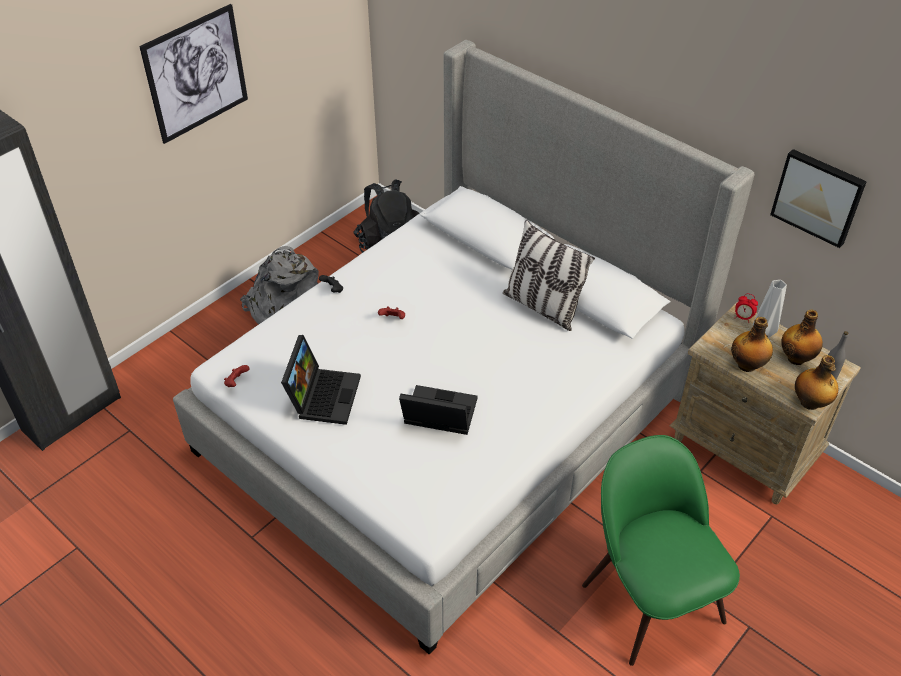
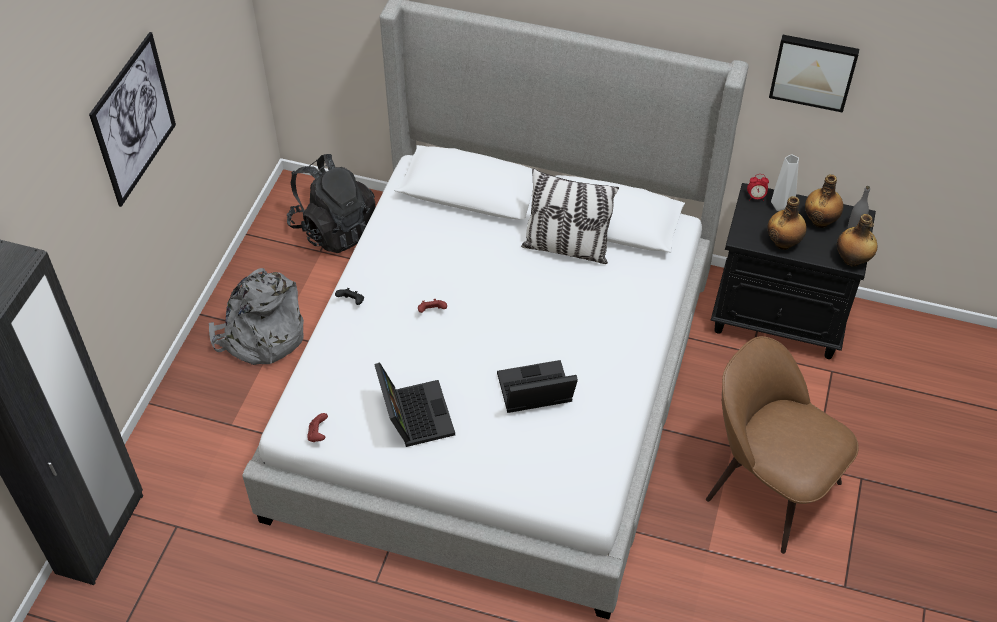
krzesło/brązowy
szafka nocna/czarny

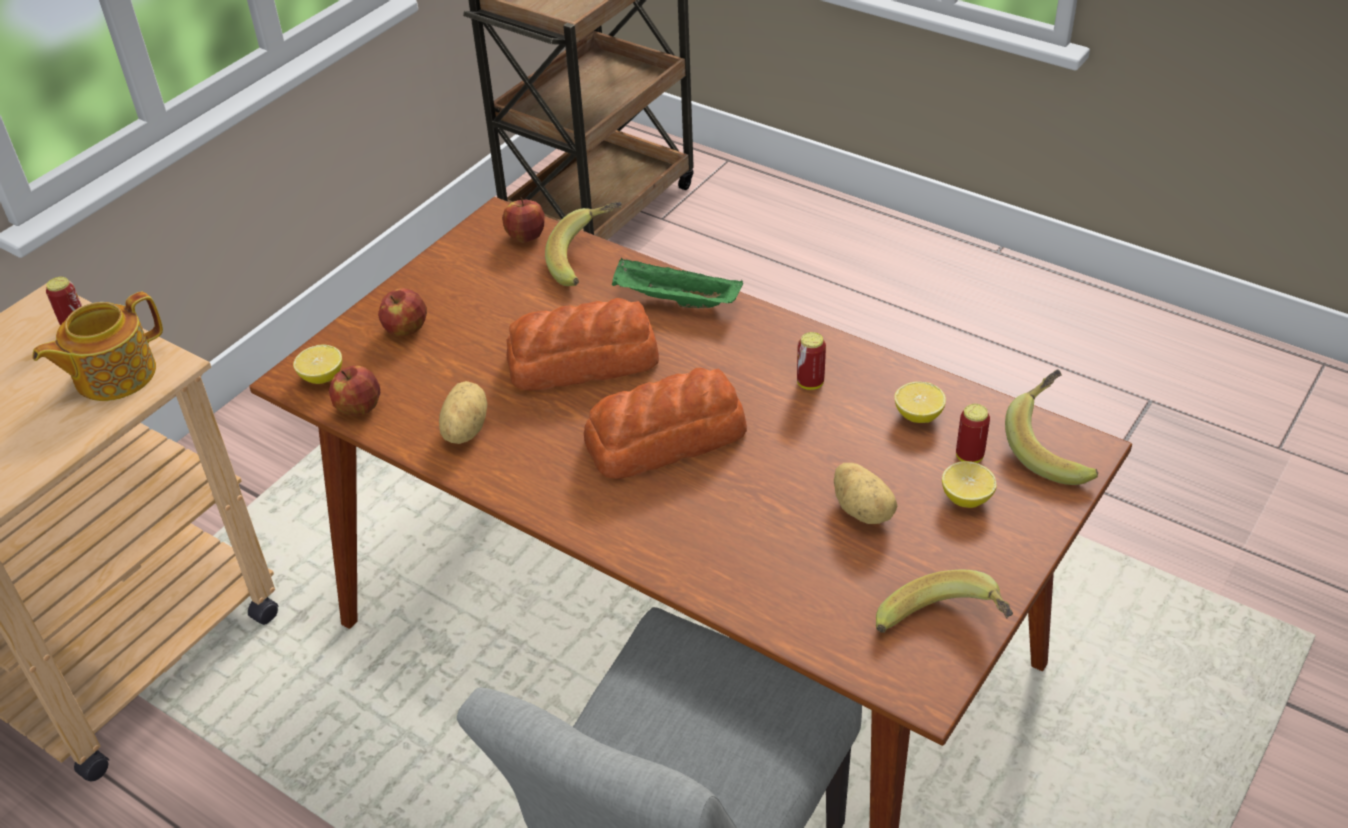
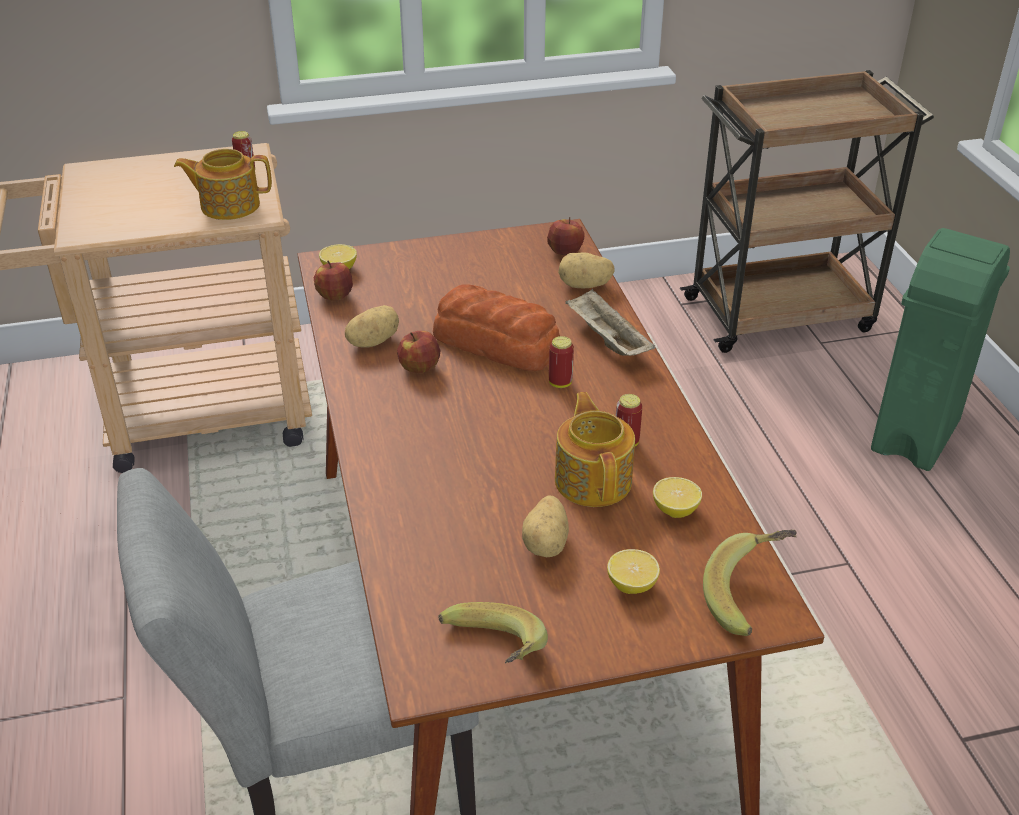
jabłko (no. 2 from left)
puszka (no. 2 from left)
imbryk (no. 2 from left)
ziemniak (no. 3 from left)
taca/beżowy
kosz na śmieci/zielony
chleb (no. 2 from left in the first image)

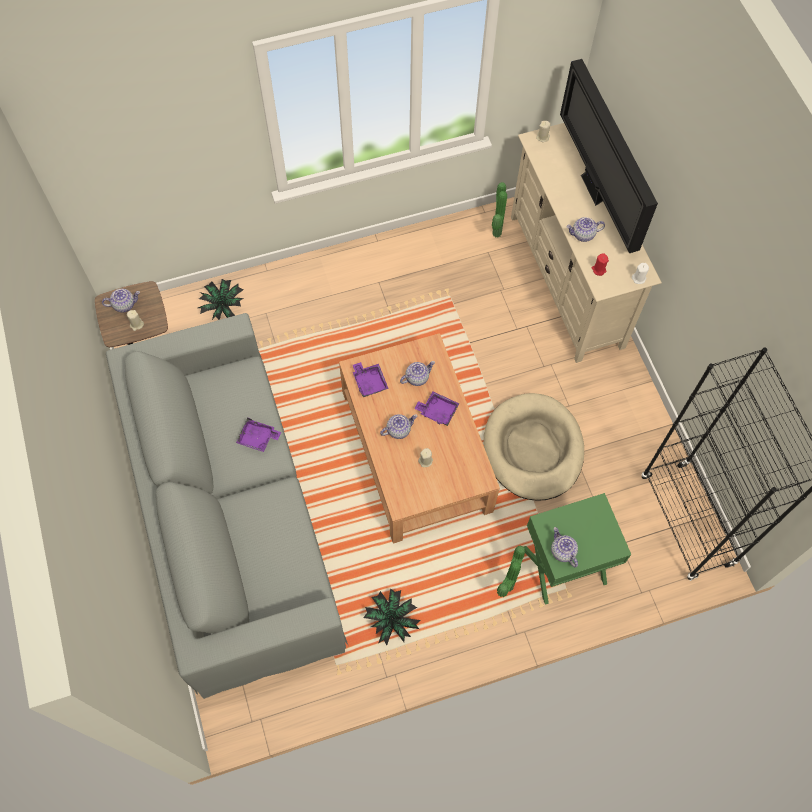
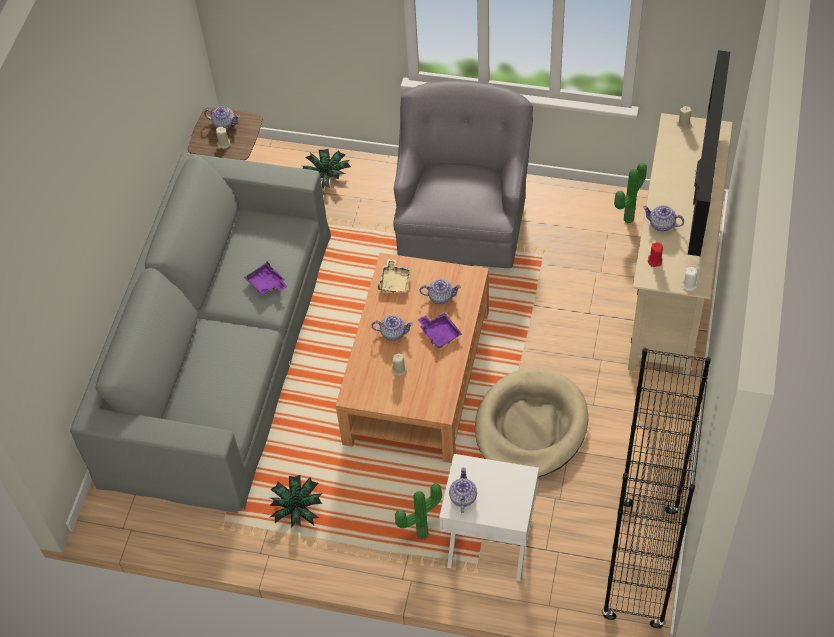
taca/beżowy
fotel/szary
szafka nocna/biały

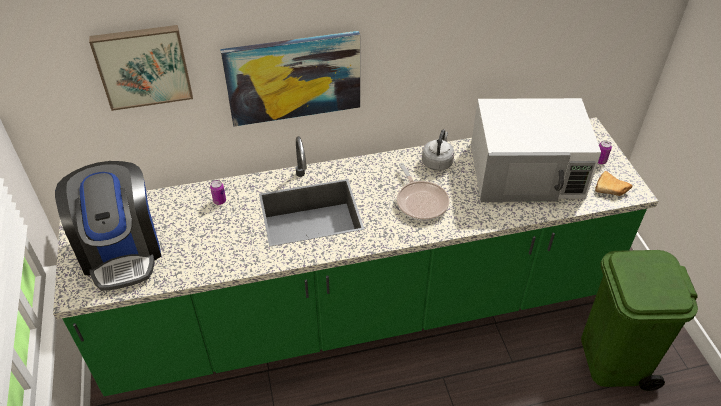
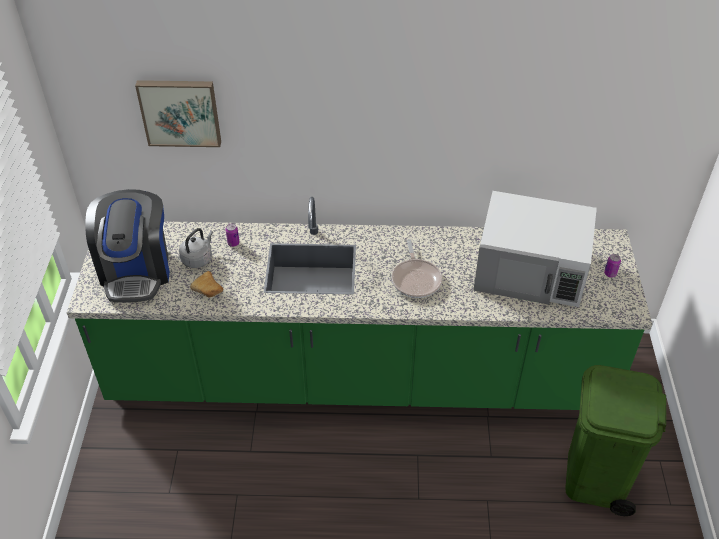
czajnik/szary
chleb
obraz (no. 2 from left in the first image)

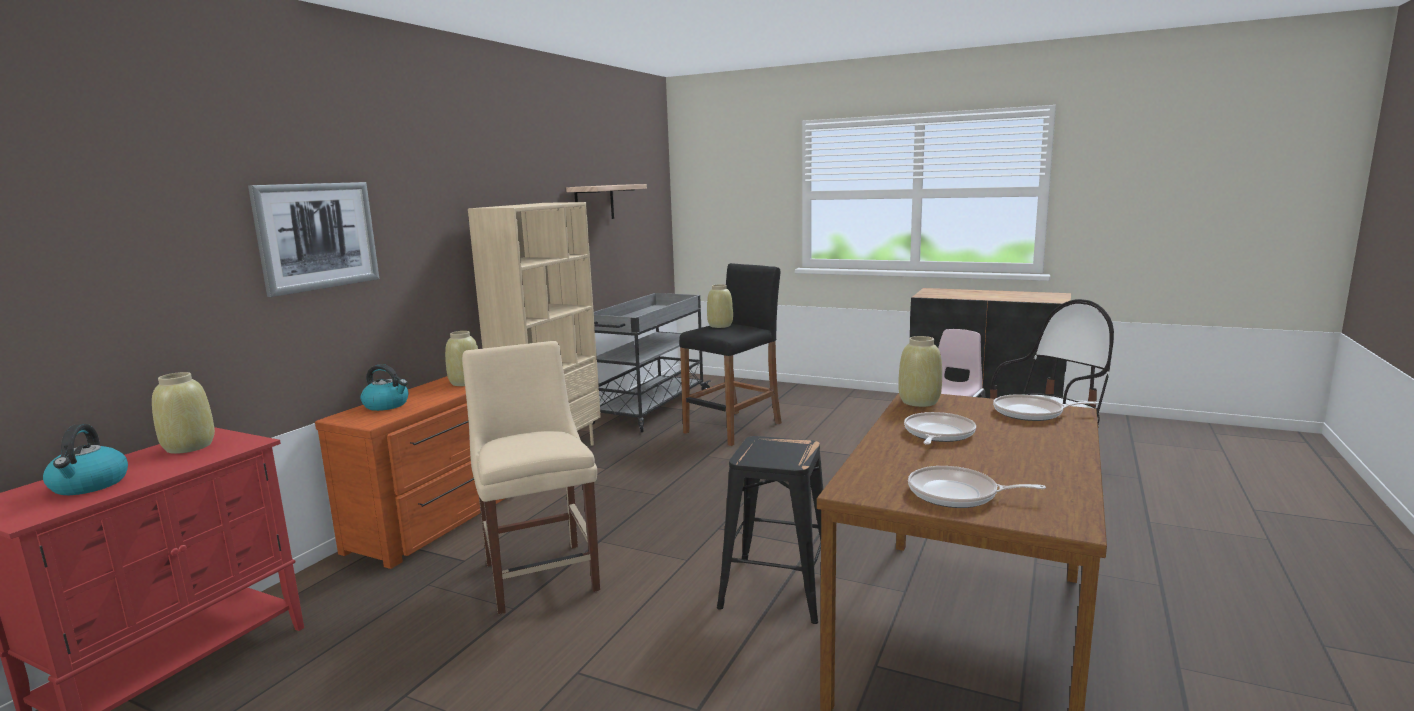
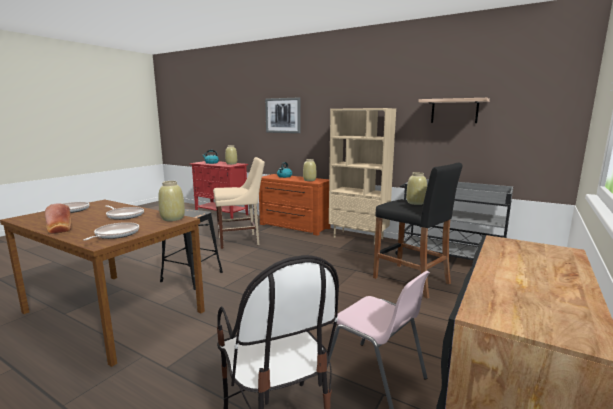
chleb

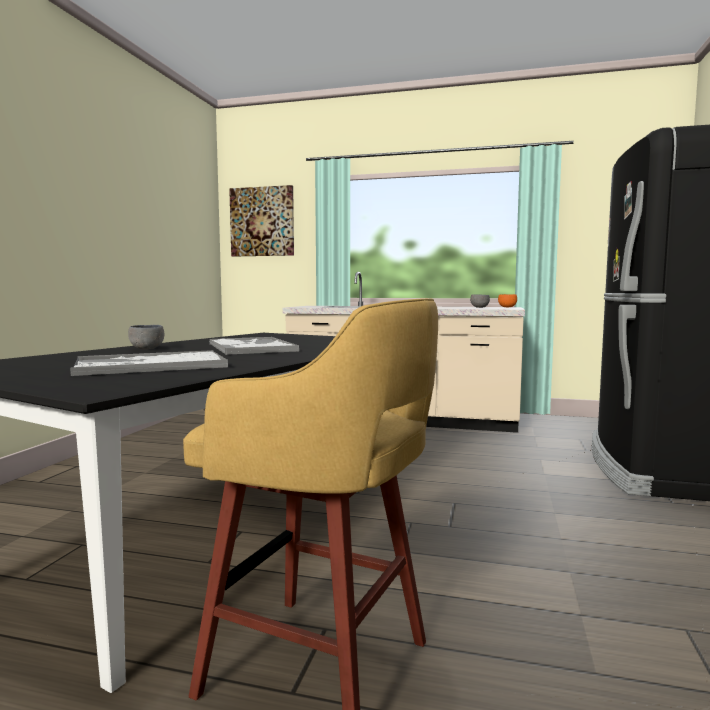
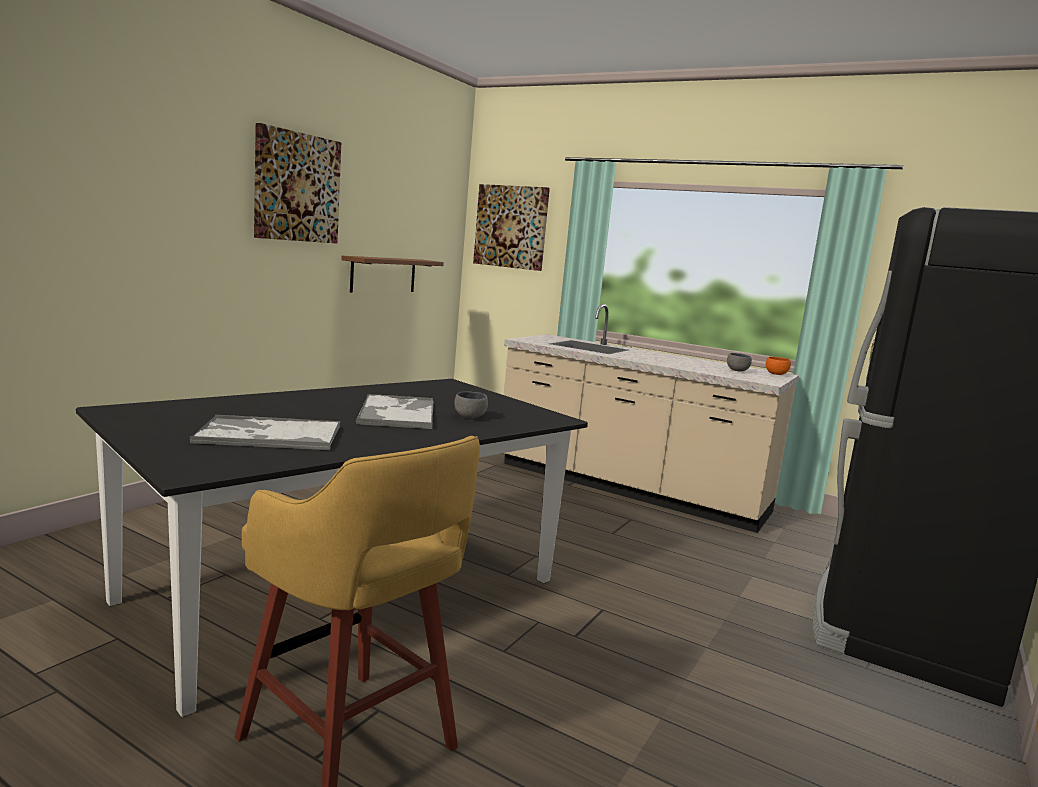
obraz (no. 1 from left)
półka/brązowy
miska/szary (no. 1 from left)

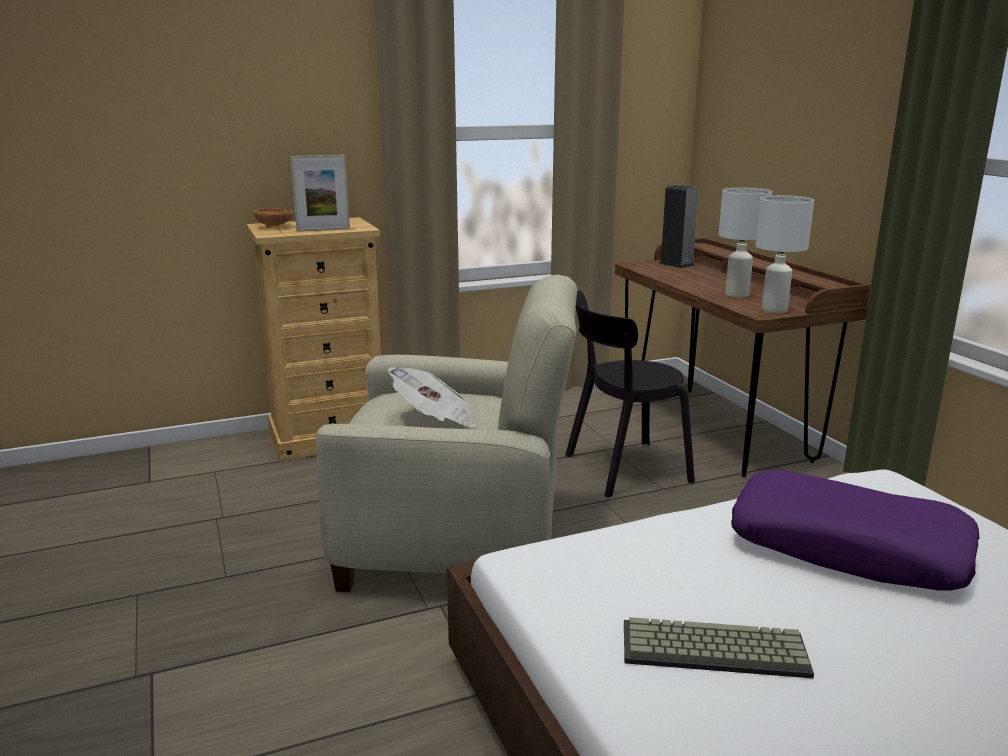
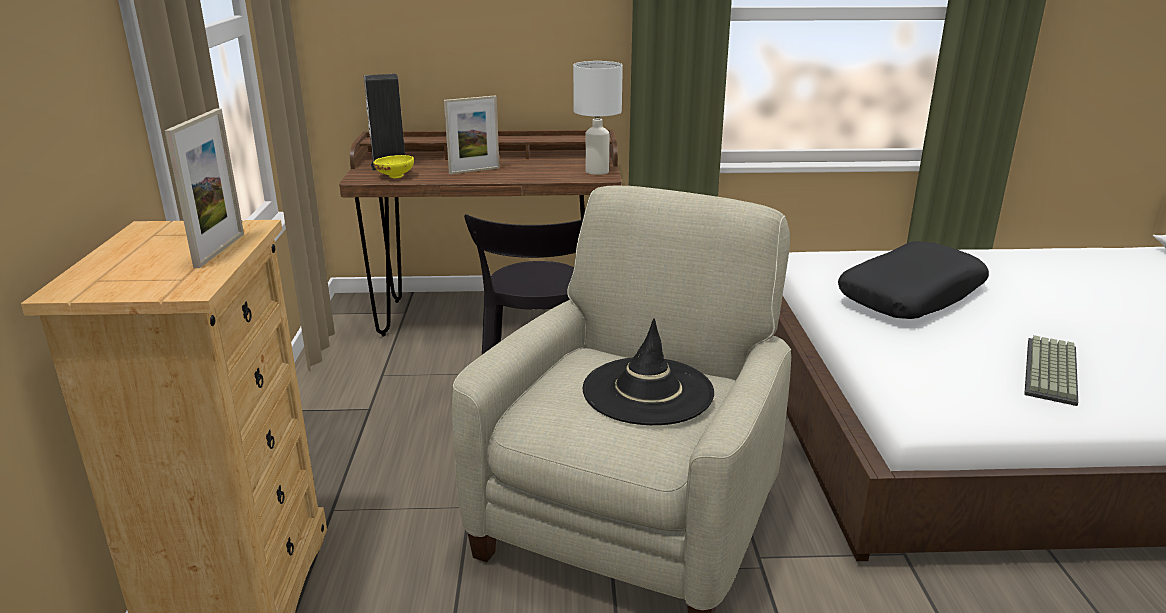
miska/żółty
ramka na zdjęcie (no. 2 from left)
kapelusz/czarny
poduszka/czarny
miska/brązowy
lampa stołowa/biały (no. 1 from left in the first image)

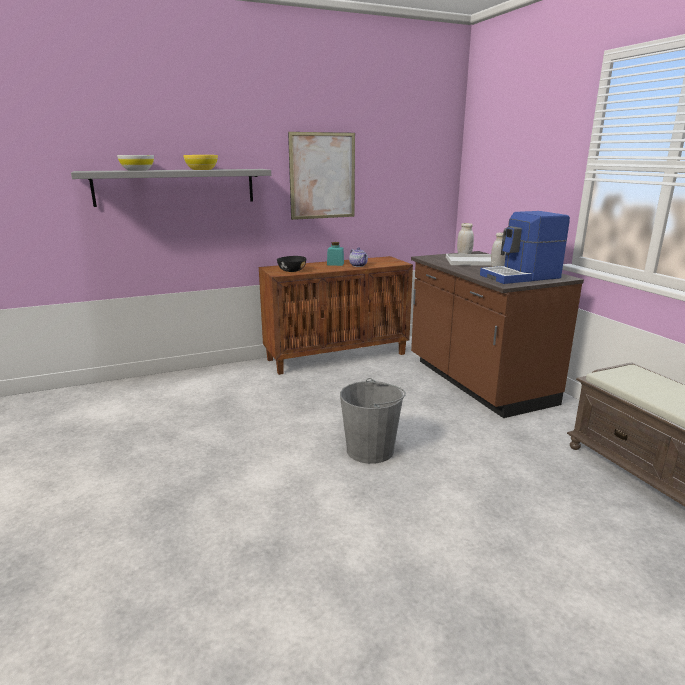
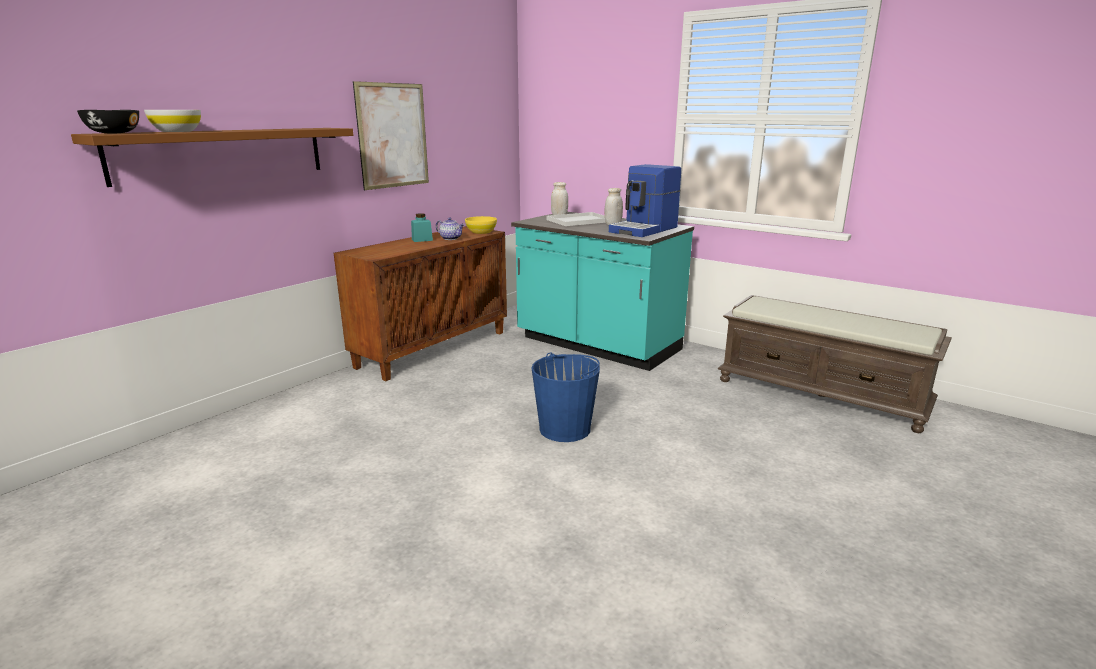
półka/brązowy
miska/czarny
miska/żółty
zabudowa kuchenna/turkusowy
wiadro/niebieski

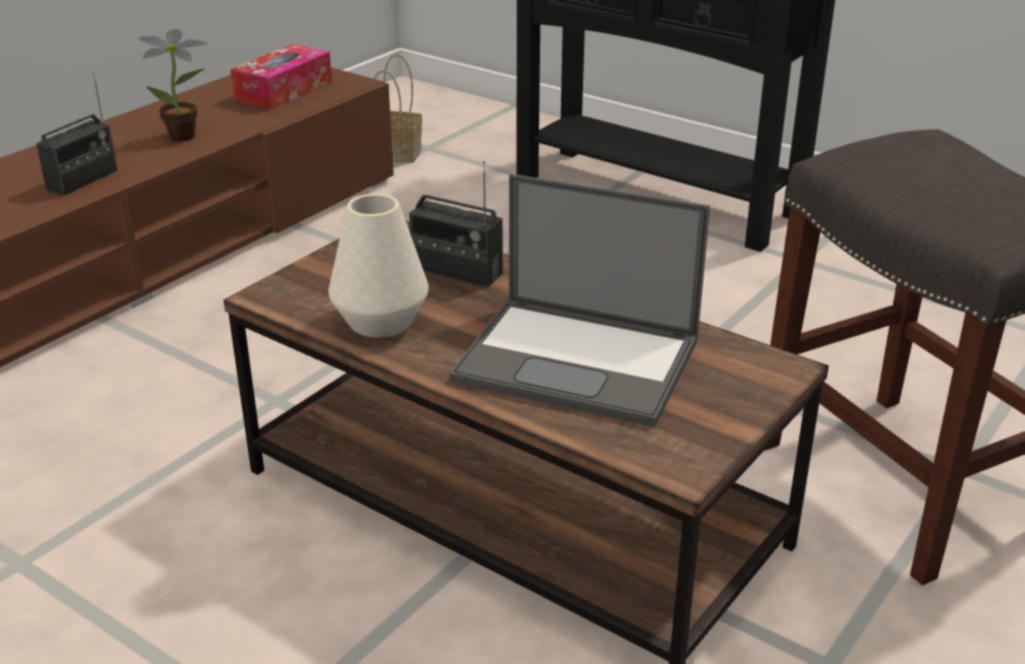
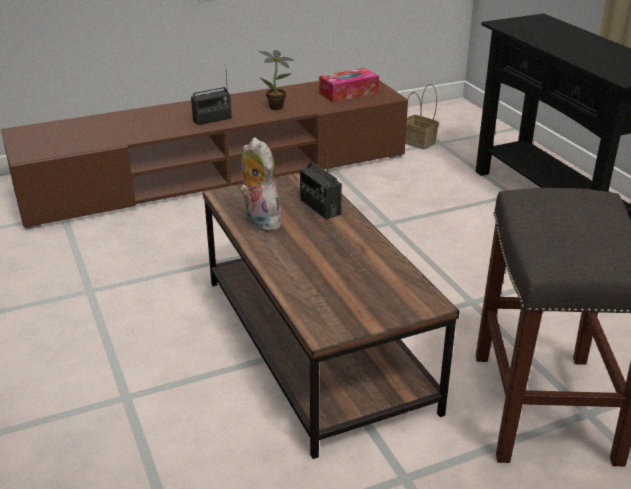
pluszak
laptop

